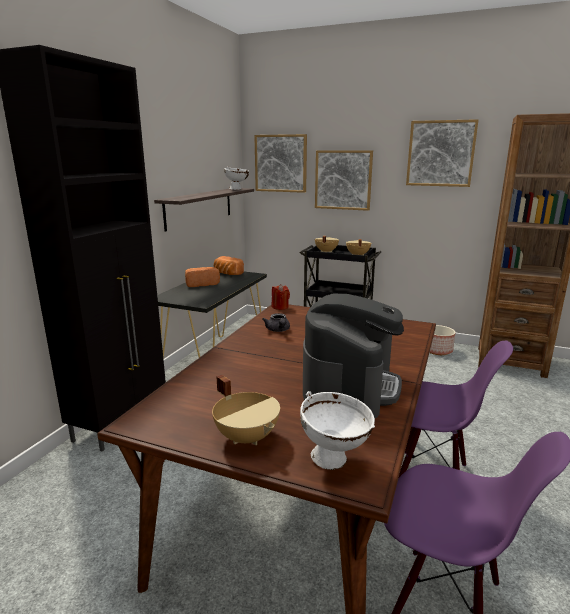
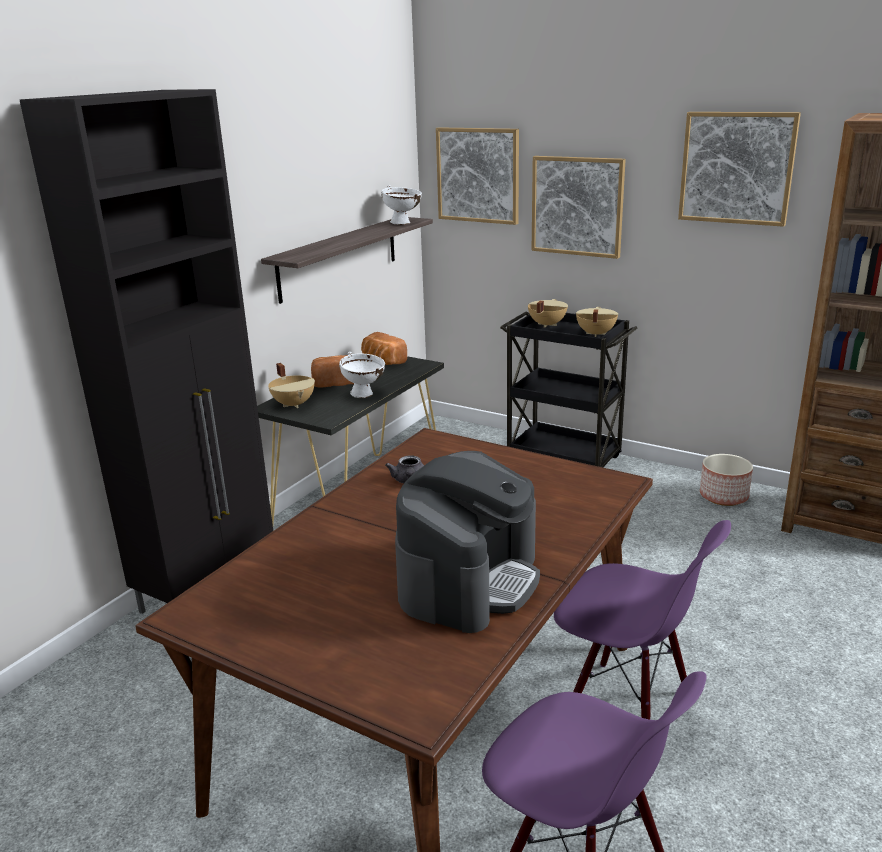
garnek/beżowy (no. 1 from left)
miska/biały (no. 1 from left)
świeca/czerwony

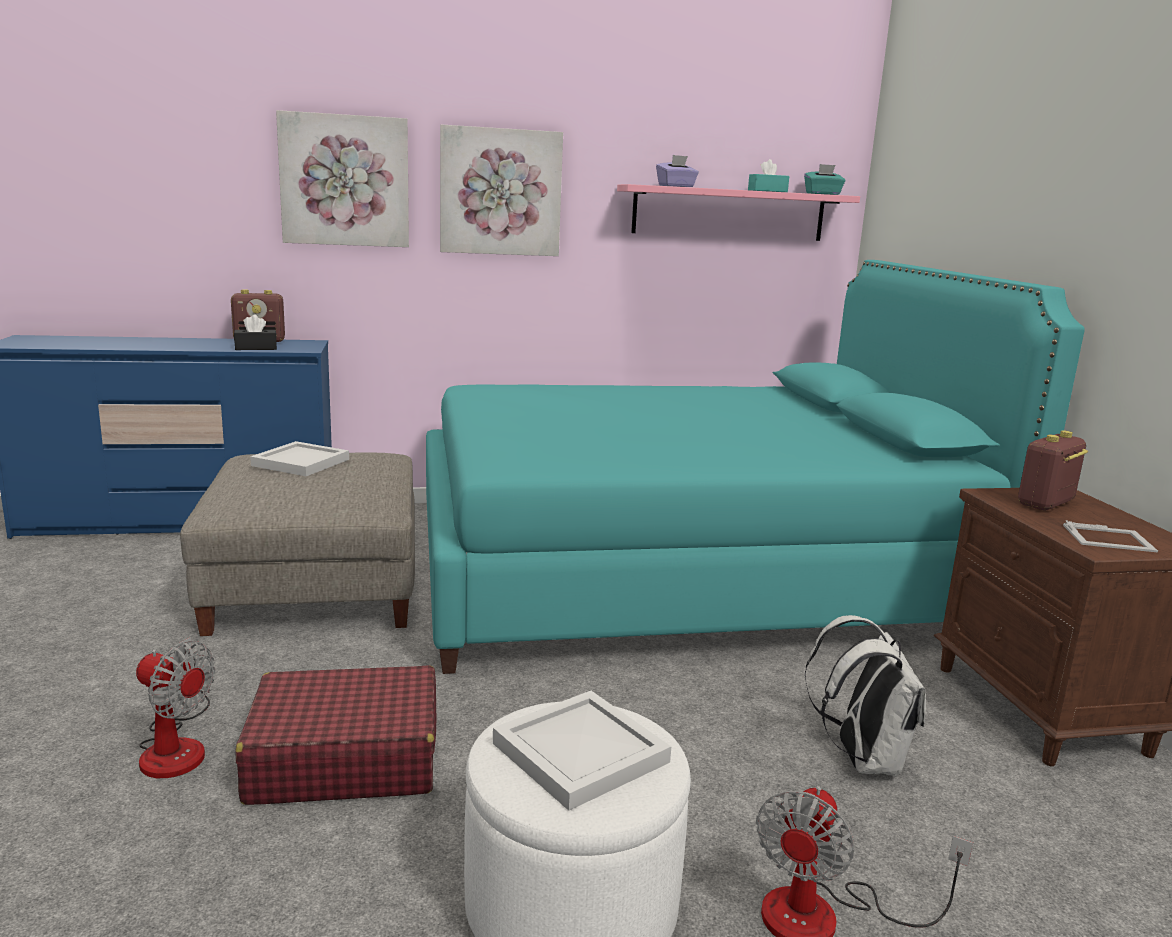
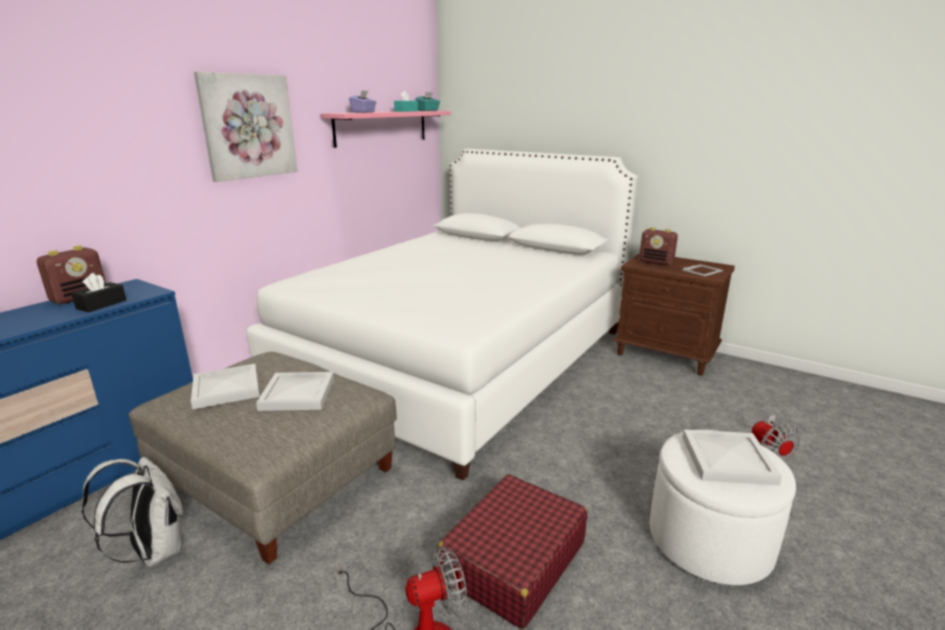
plecak/biały
łóżko/biały
taca/biały (no. 2 from left)
radio (no. 2 from left)
obraz (no. 1 from left in the first image)

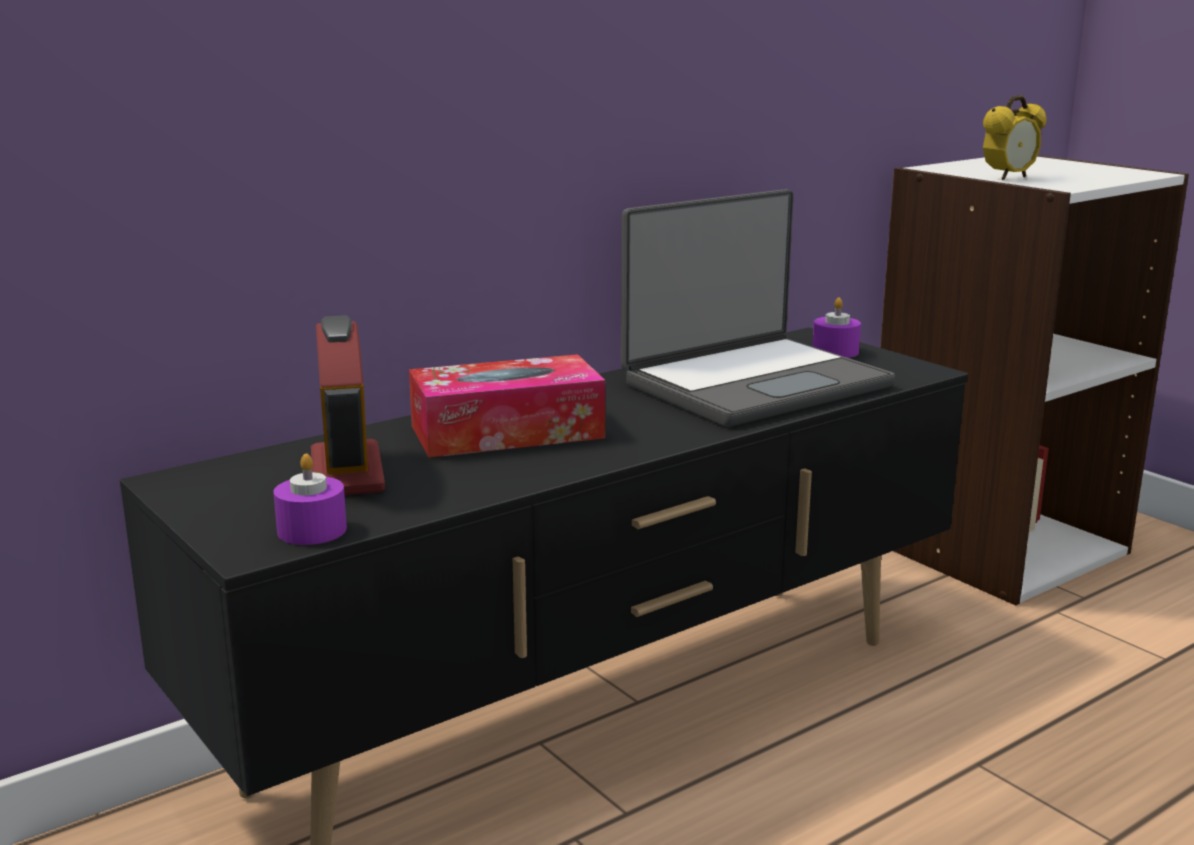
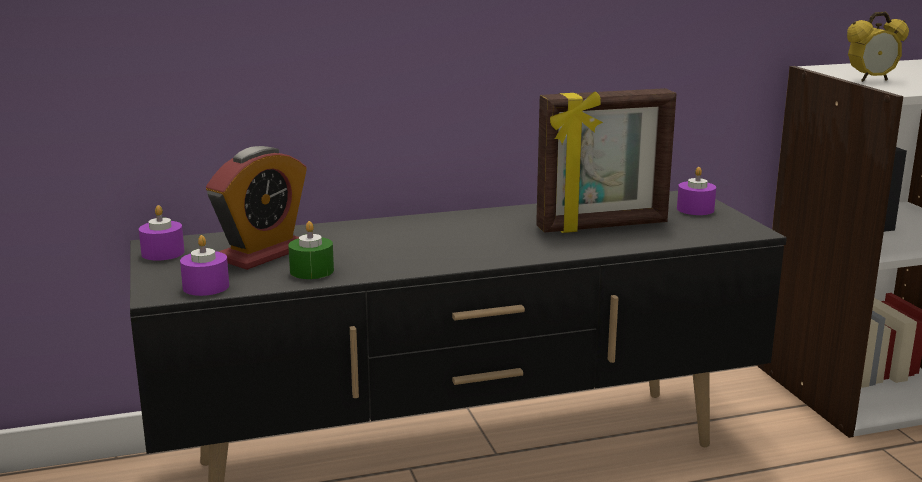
świeca/fioletowy (no. 1 from left)
budzik (no. 1 from left)
świeca/zielony
ramka na zdjęcie
pudełko chusteczek

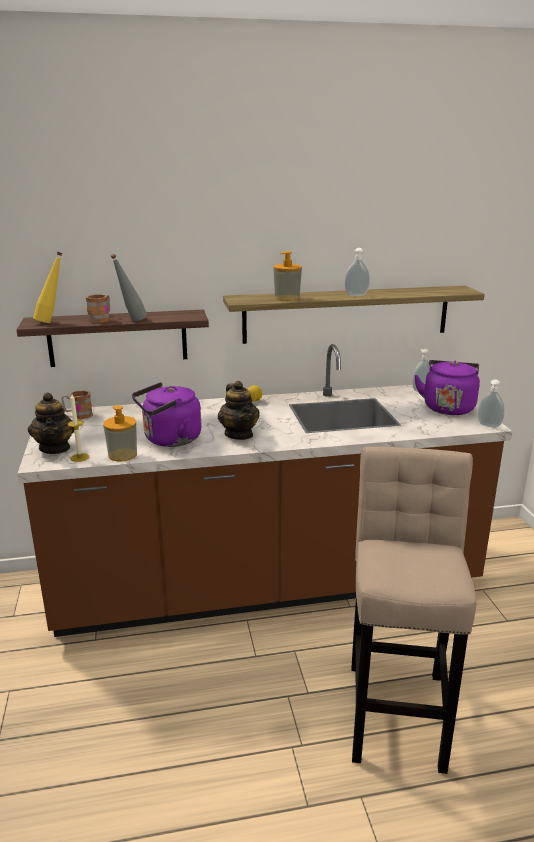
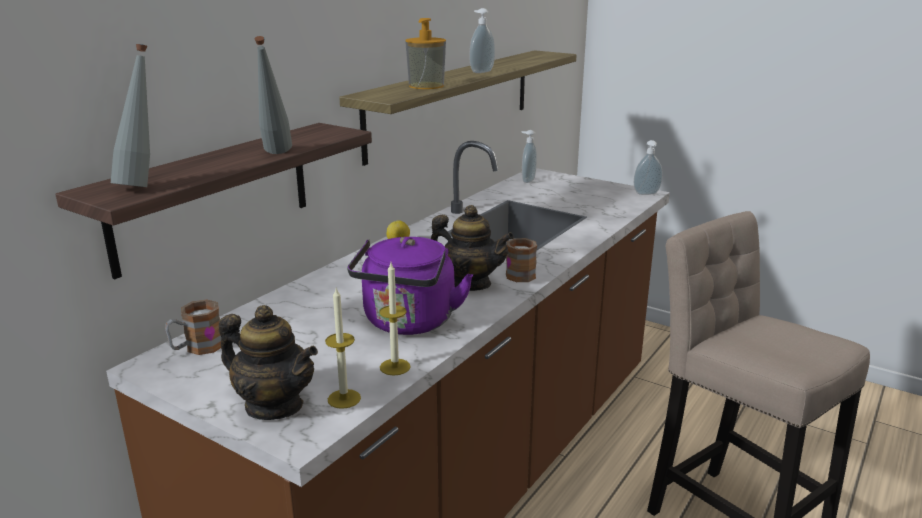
butelka/szary (no. 1 from left)
świeca (no. 2 from left)
kubek (no. 2 from left)
czajnik/fioletowy (no. 2 from left in the first image)

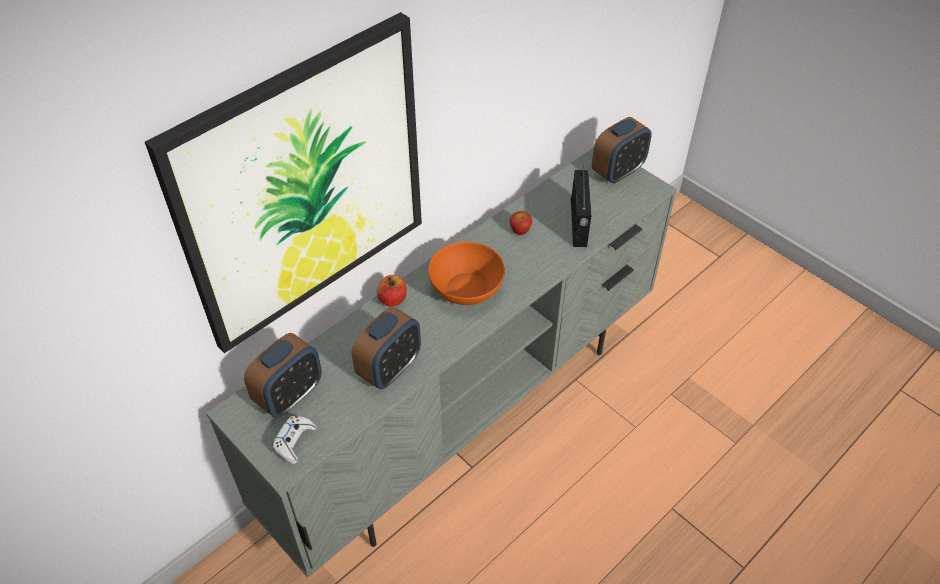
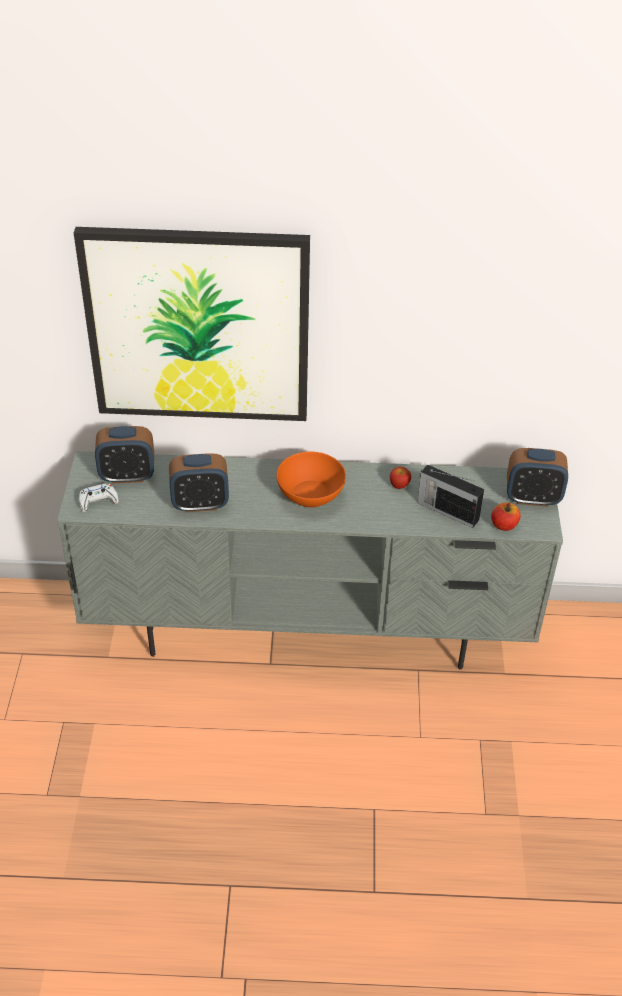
radio
jabłko (no. 2 from left)

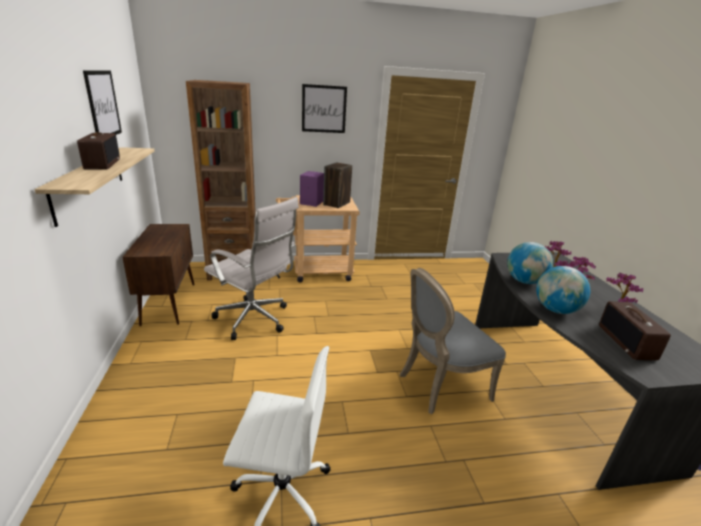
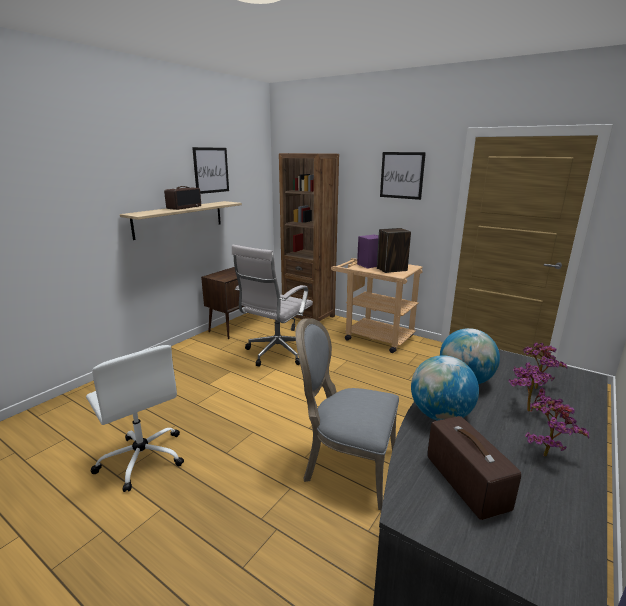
krzesło biurowe/biały (no. 2 from left)
radio (no. 2 from left)

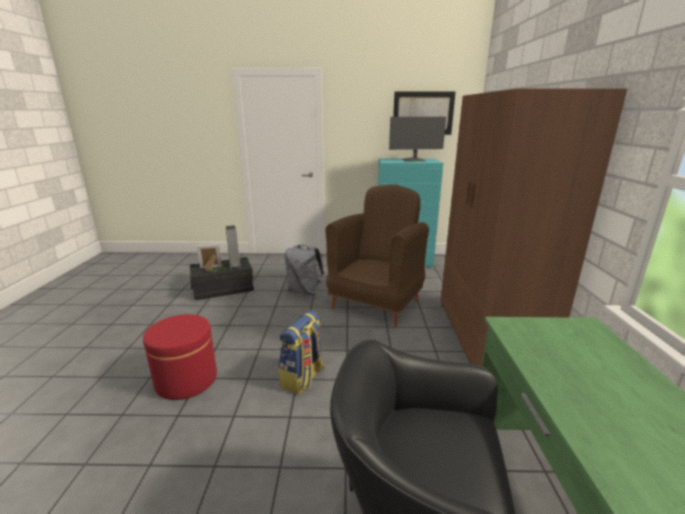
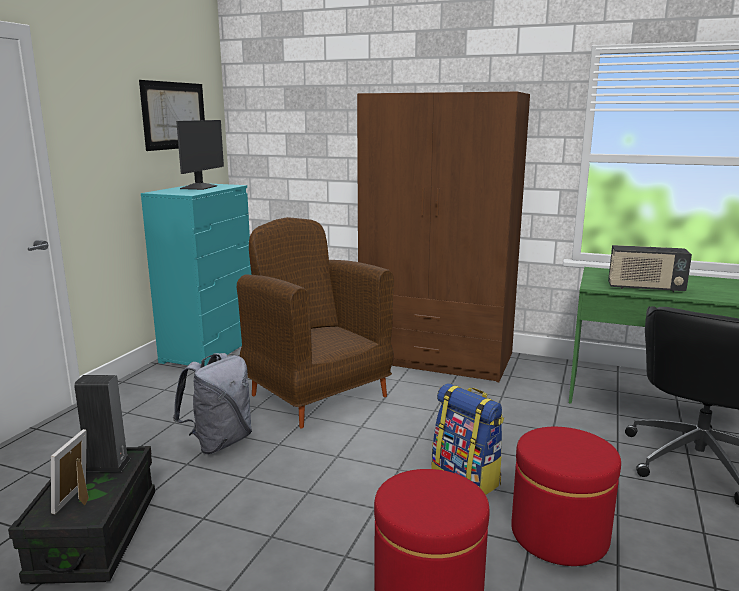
pufa/czerwony (no. 2 from left)
radio

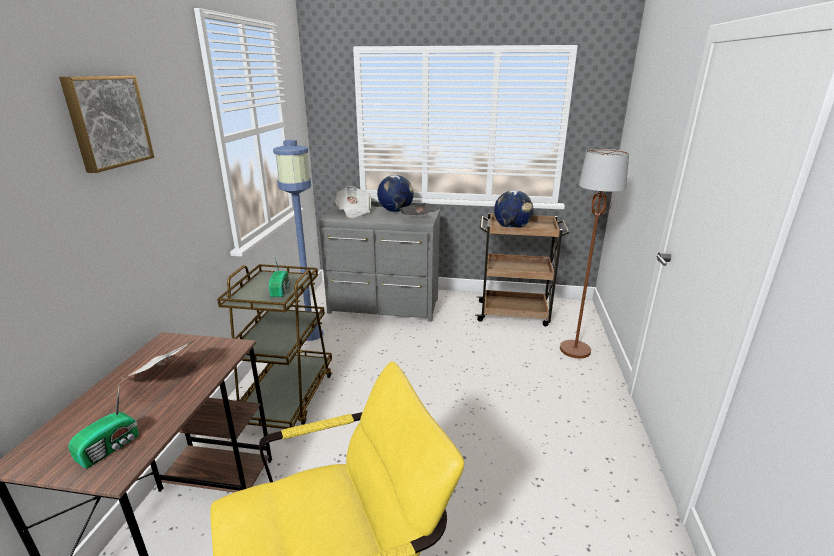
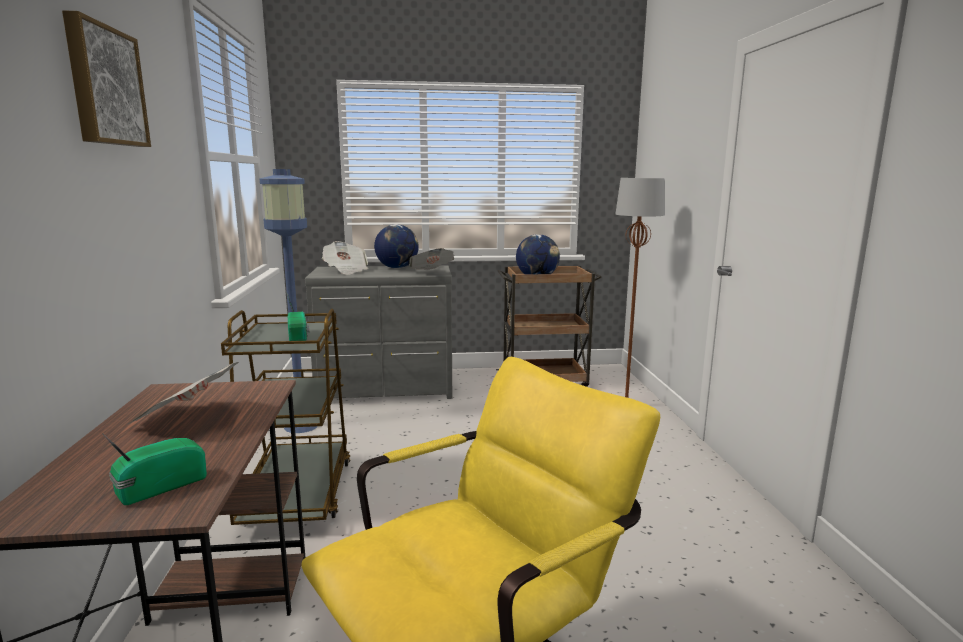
radio (no. 1 from left)

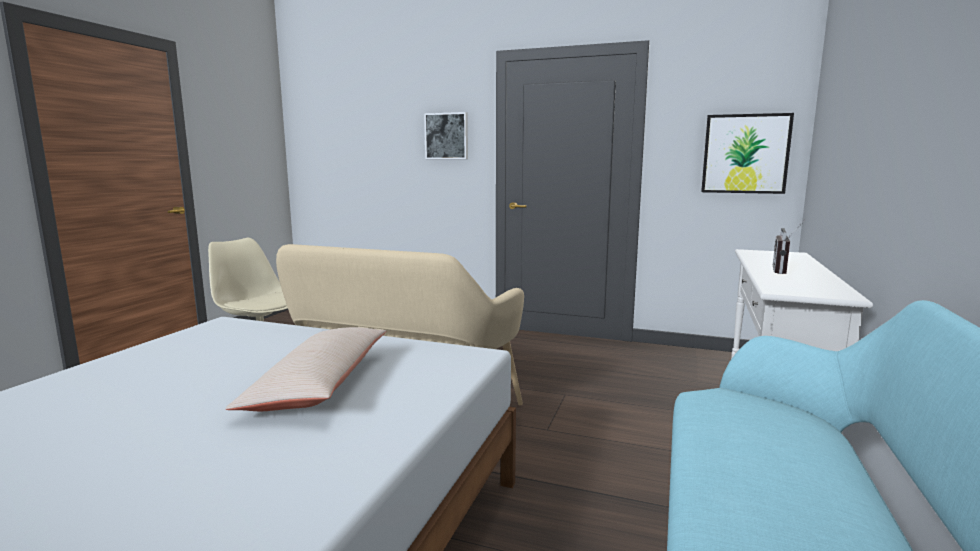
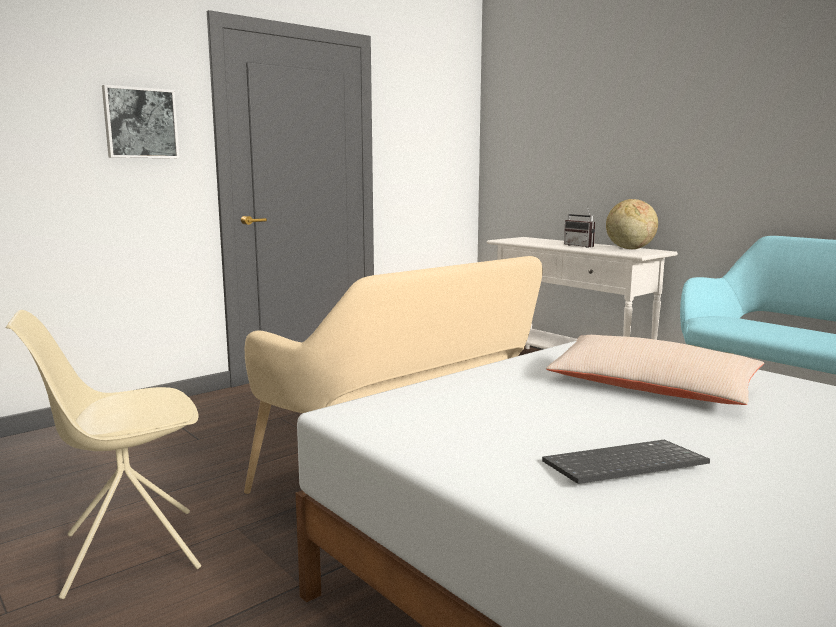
klawiatura
globus
obraz (no. 2 from left in the first image)

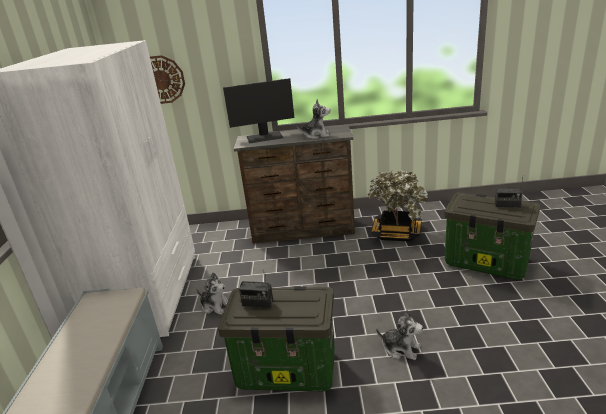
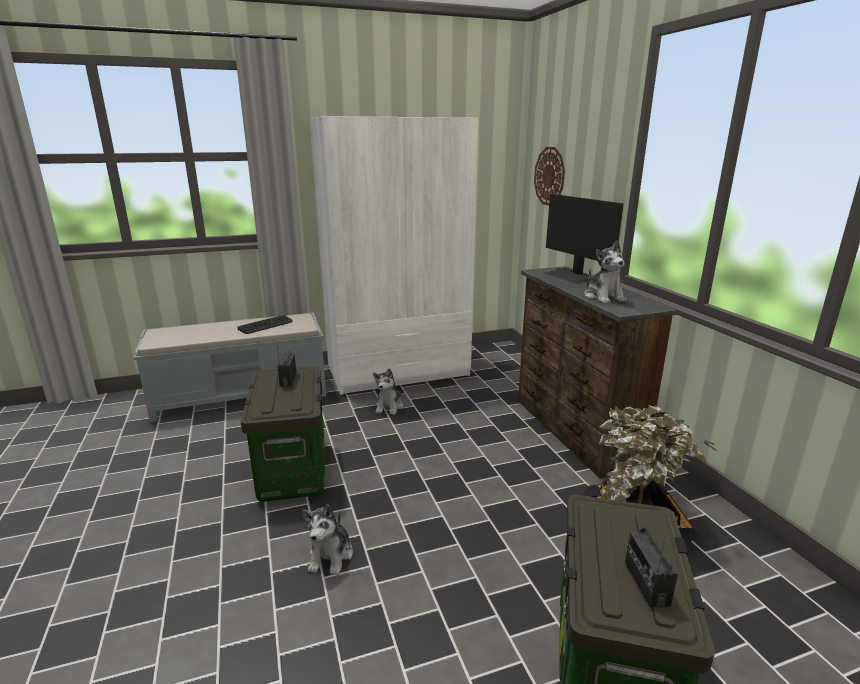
klawiatura

